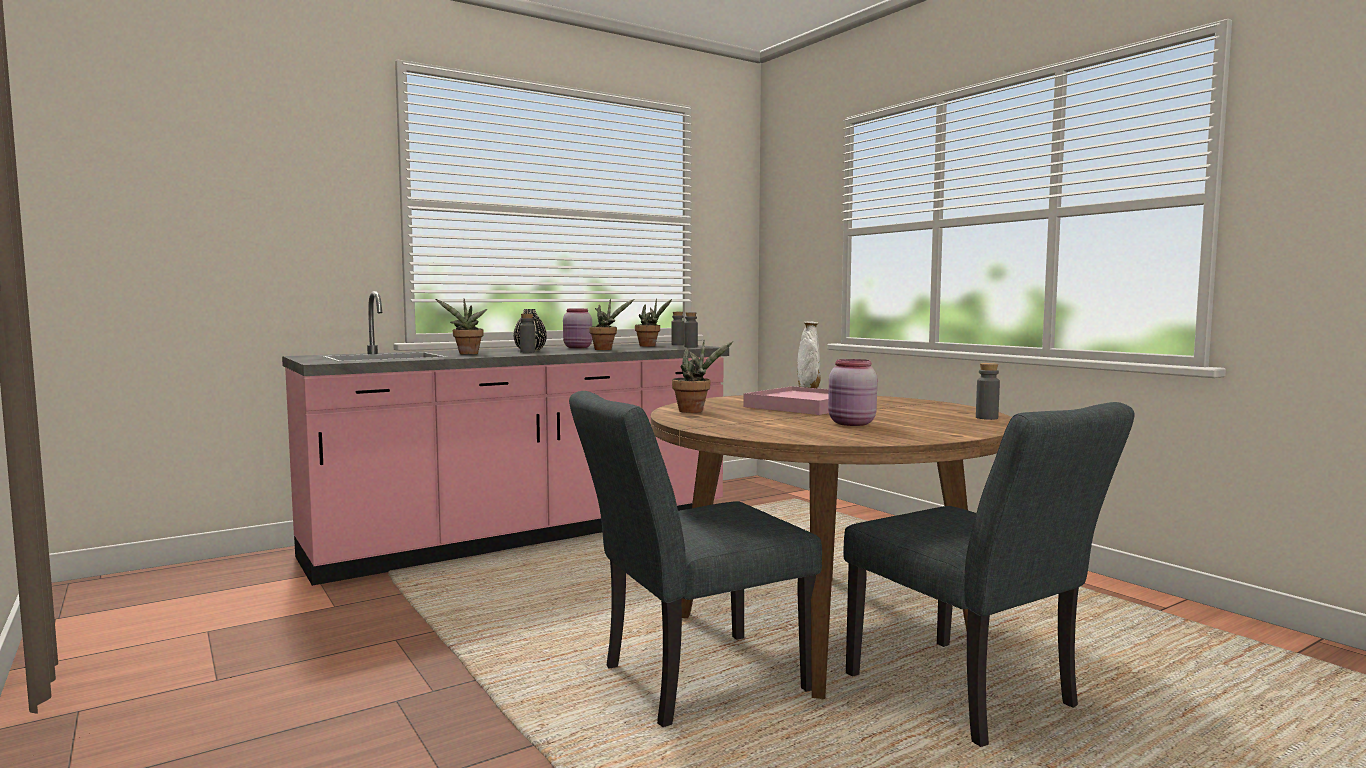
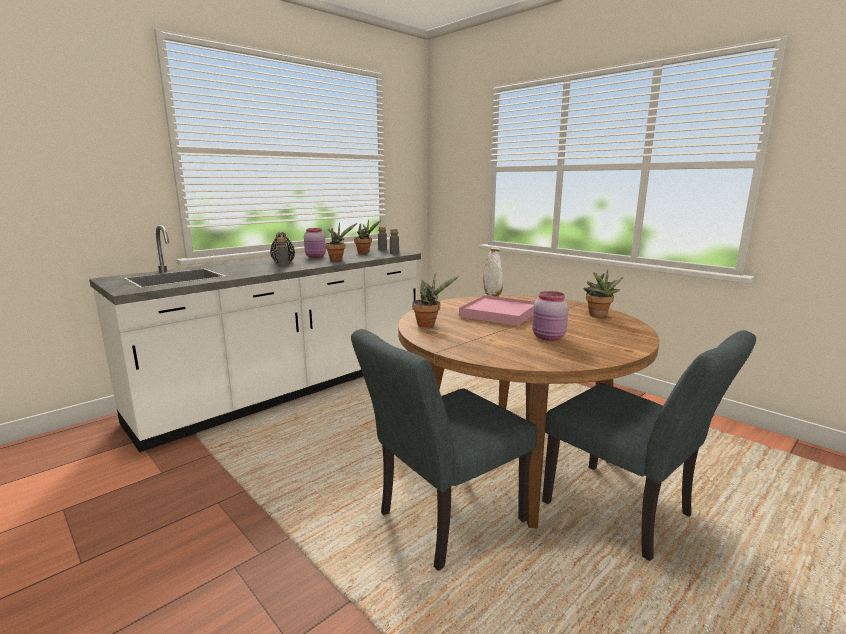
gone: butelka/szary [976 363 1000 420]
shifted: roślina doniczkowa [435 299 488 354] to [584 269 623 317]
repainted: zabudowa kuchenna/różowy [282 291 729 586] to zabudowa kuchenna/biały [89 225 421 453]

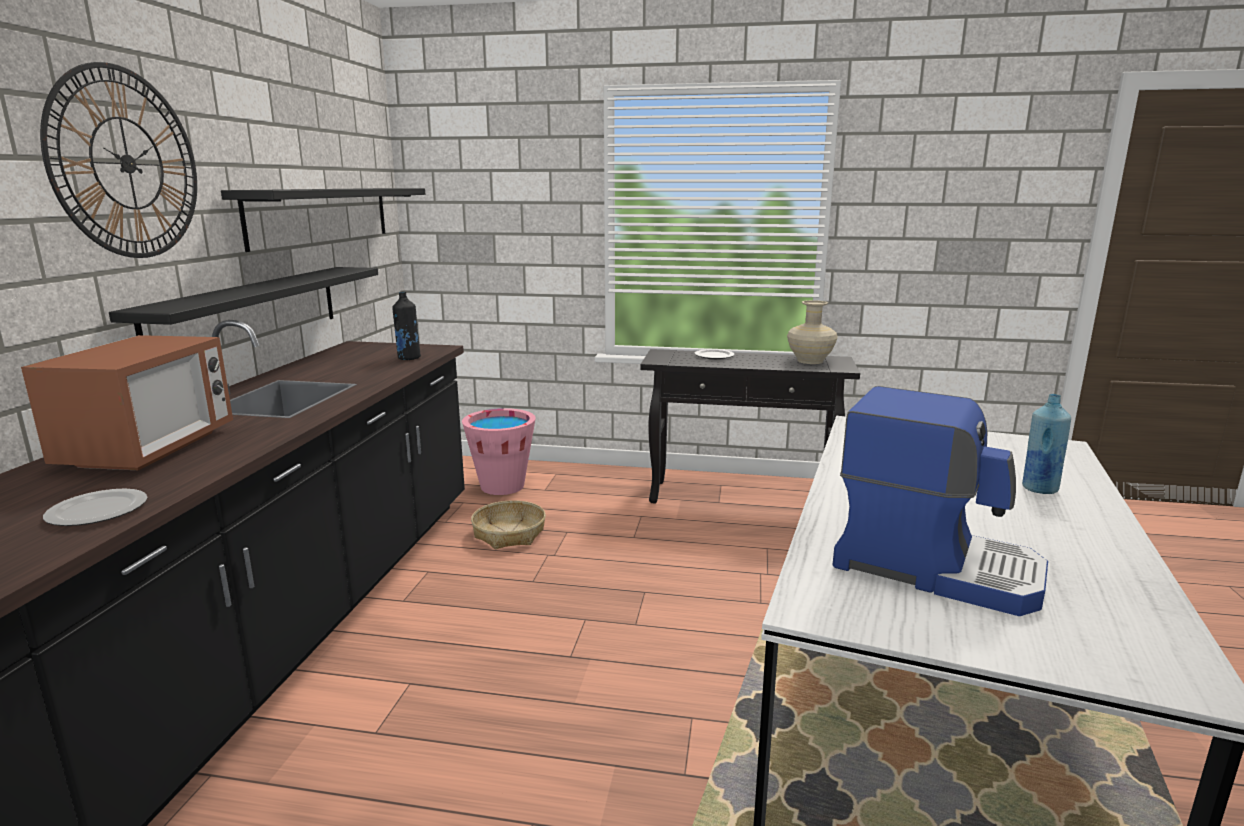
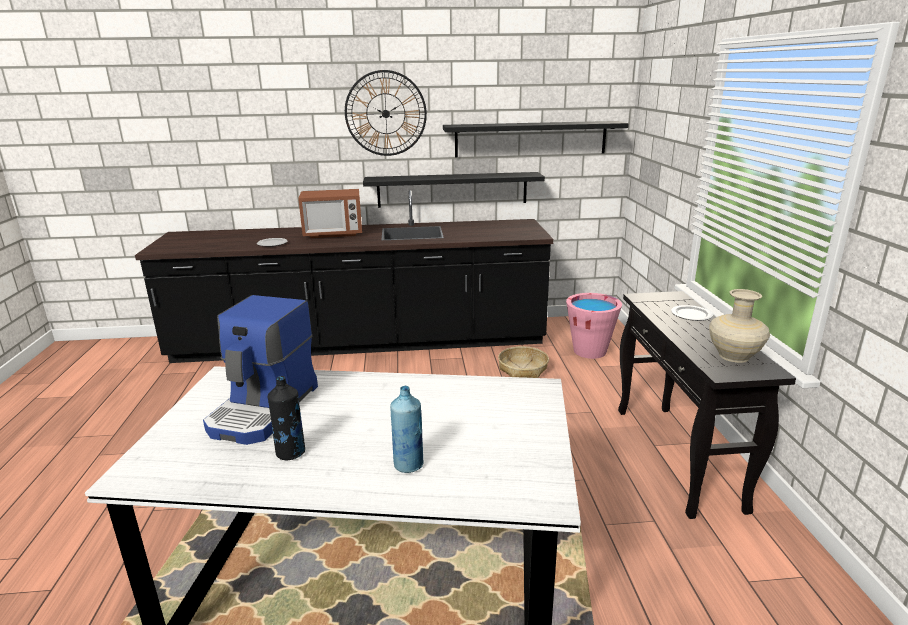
shifted: butelka/czarny [392 292 421 360] to [268 376 305 461]

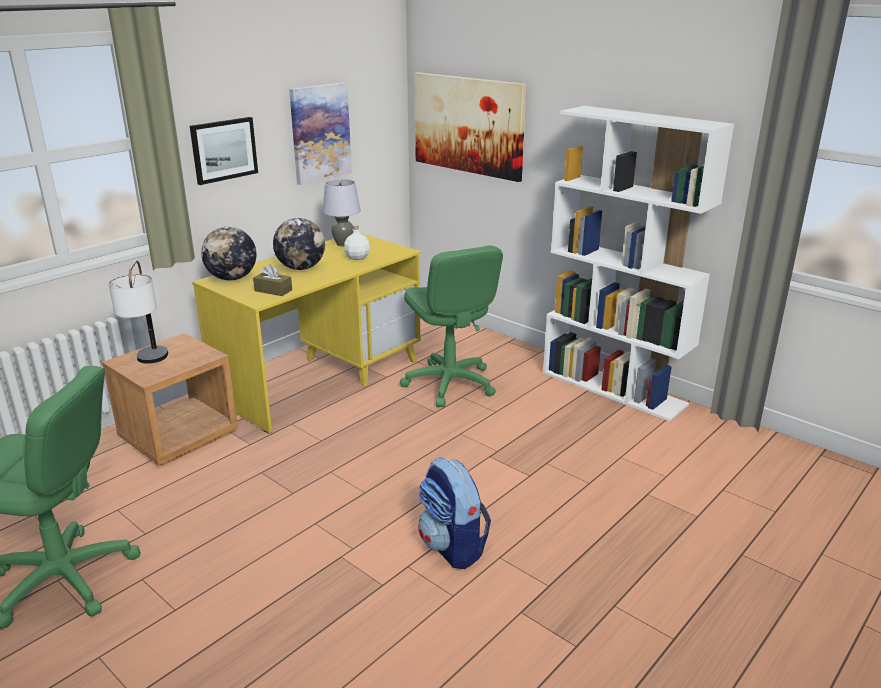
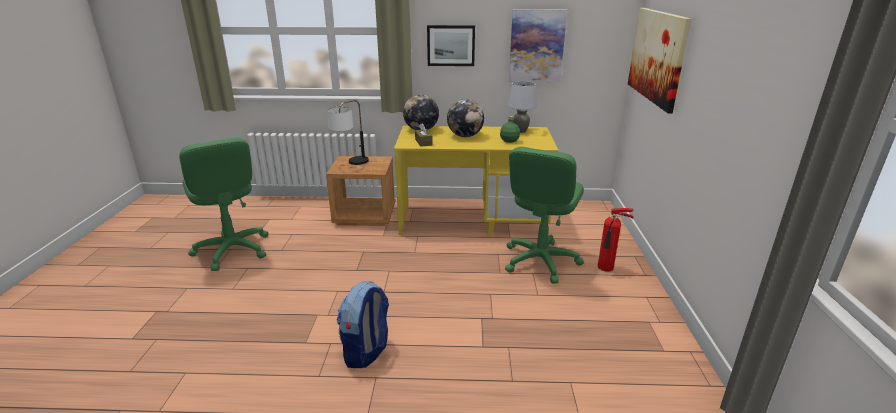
gone: regał/biały [543 106 734 421]
new: gaśnica [598 208 634 272]
repainted: butelka/biały [344 225 370 260] to butelka/zielony [500 116 520 143]

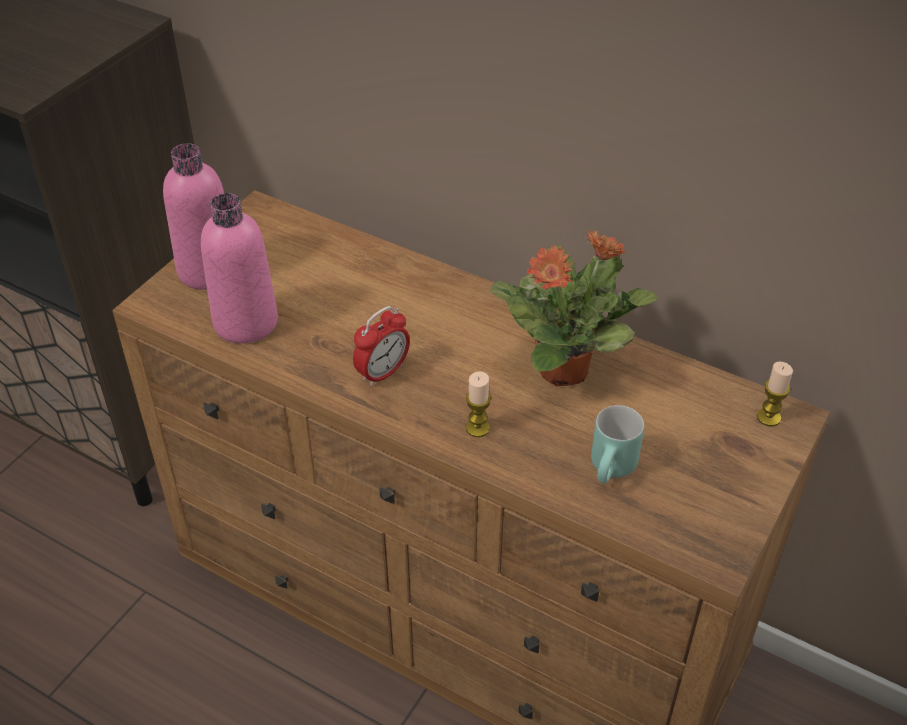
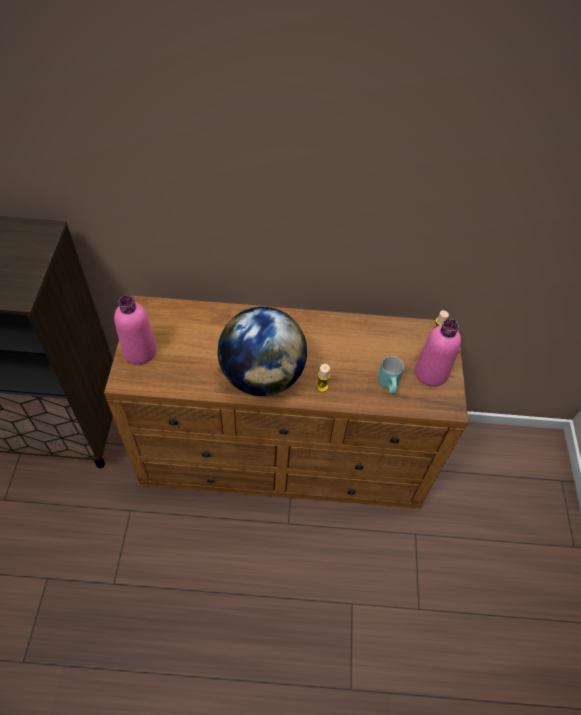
gone: roślina doniczkowa [490 230 657 386]
shifted: butelka/różowy [201 193 278 344] to [415 319 461 386]
swapped: budzik [353 306 410 387] to globus [217 307 307 396]

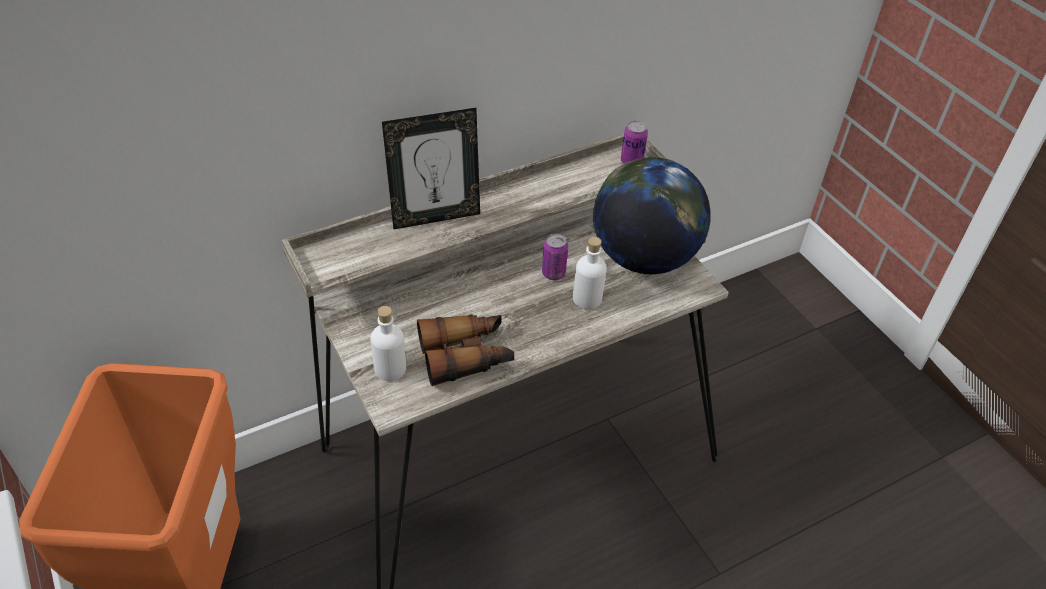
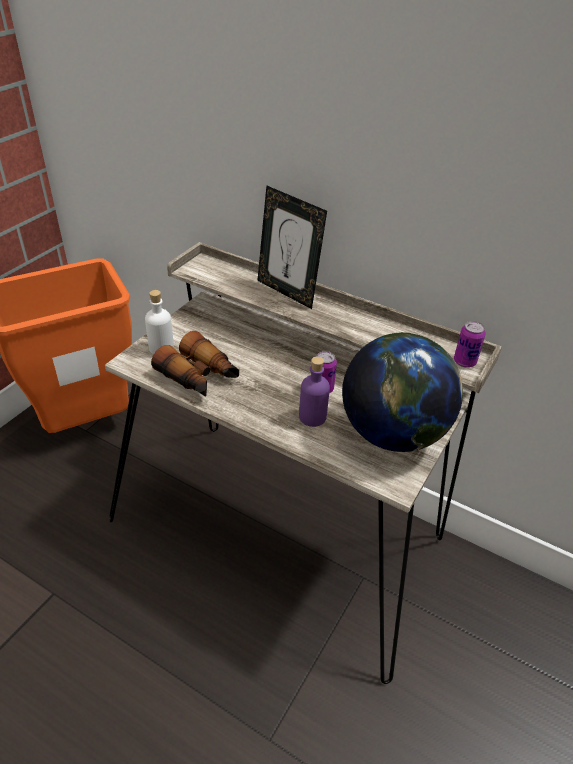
repainted: butelka/biały [573 237 607 309] to butelka/fioletowy [299 357 330 427]

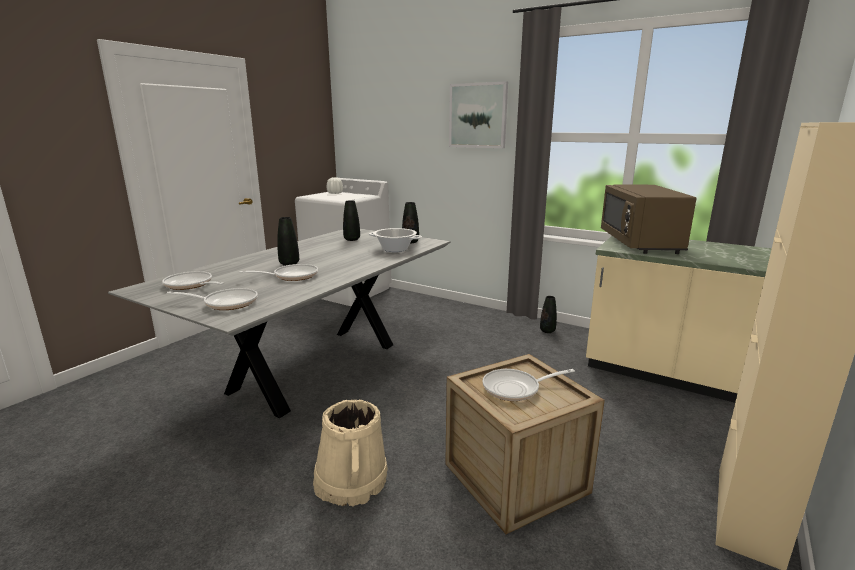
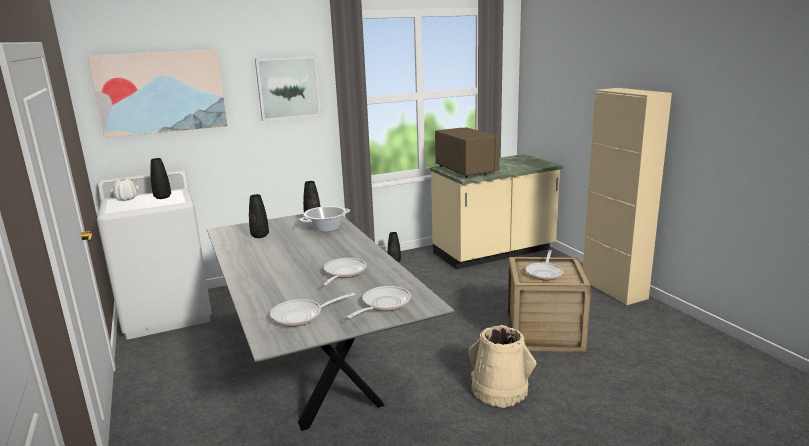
new: obraz [88 50 228 138]
shifted: wazon/czarny [277 217 299 266] to [150 158 171 199]
rotated: mikrofalówka/brązowy [601 184 697 254] = [435 127 500 178] 150 degrees counterclockwise

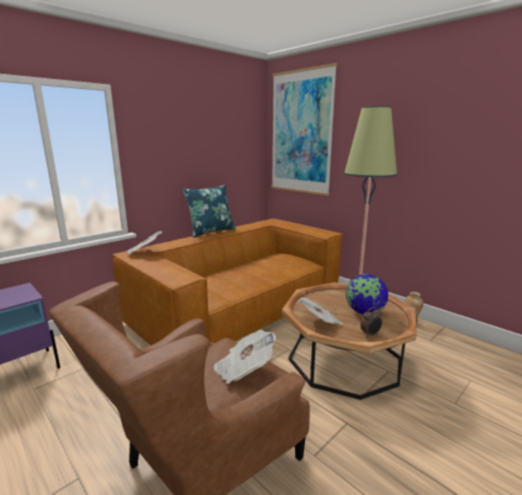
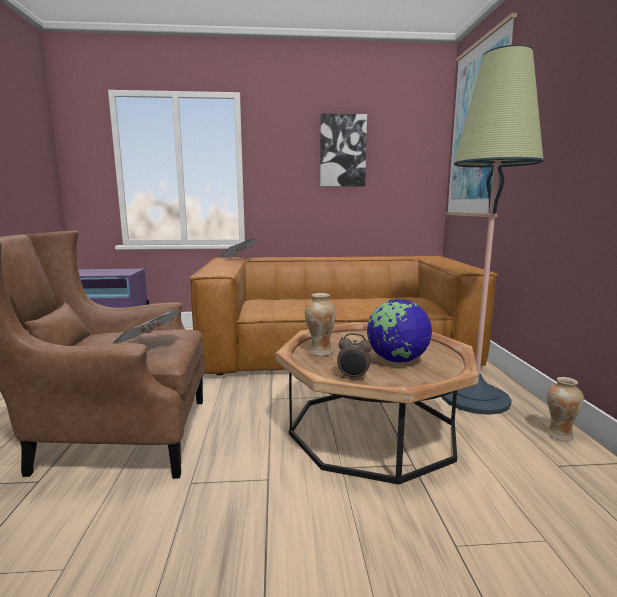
gone: poduszka/niebieski [182 185 236 237]
new: obraz [320 113 367 186]
swapped: gazeta [297 298 344 324] to wazon [305 293 336 356]

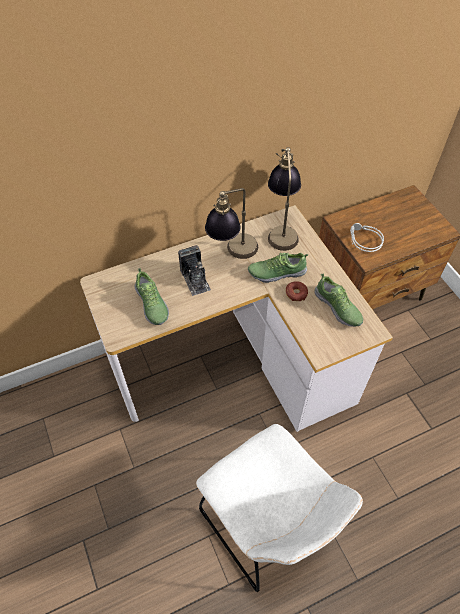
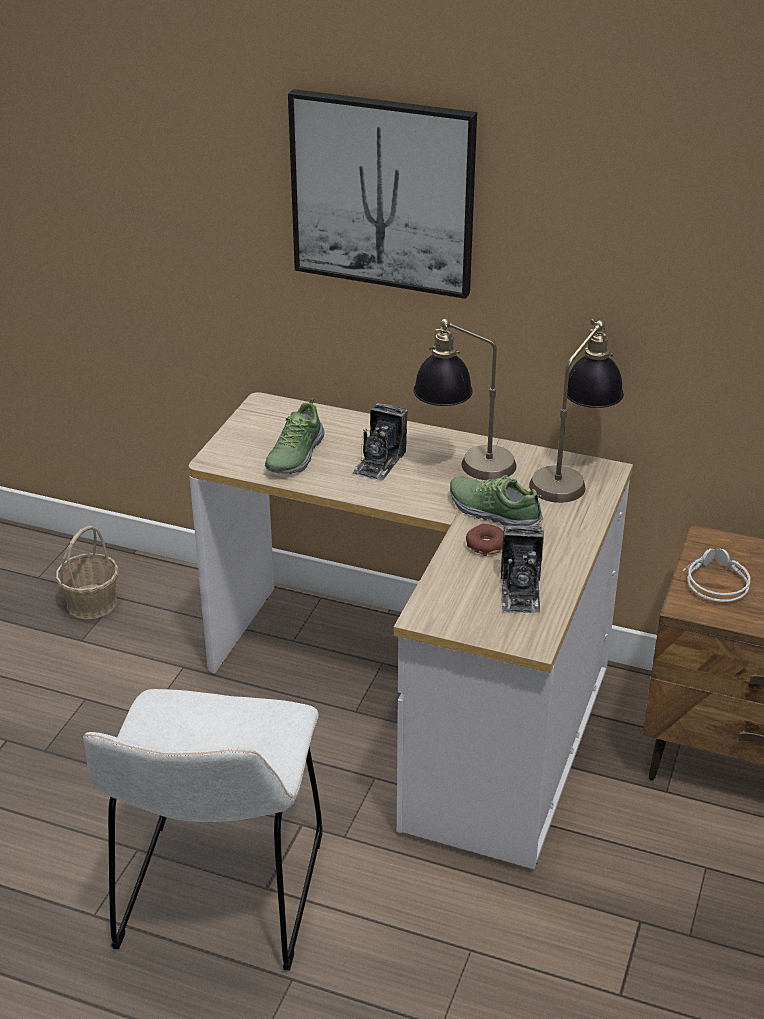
new: koszyk [56 526 119 619]; obraz [288 89 477 299]
swapped: but [314 274 363 327] to aparat fotograficzny [501 525 544 613]

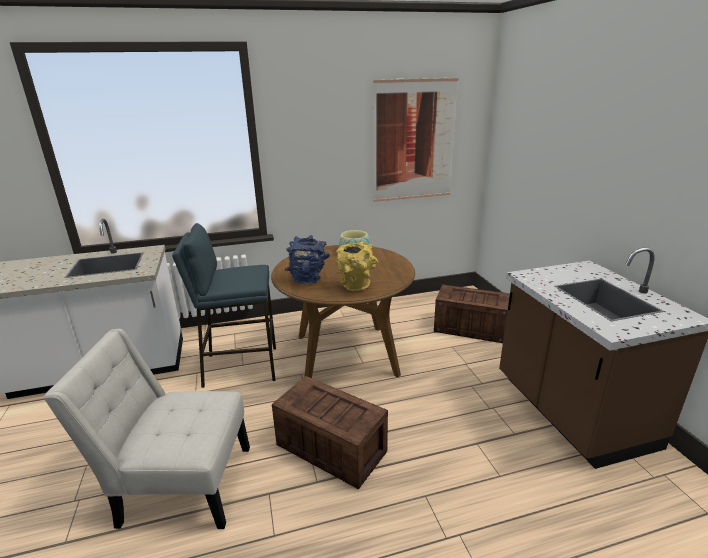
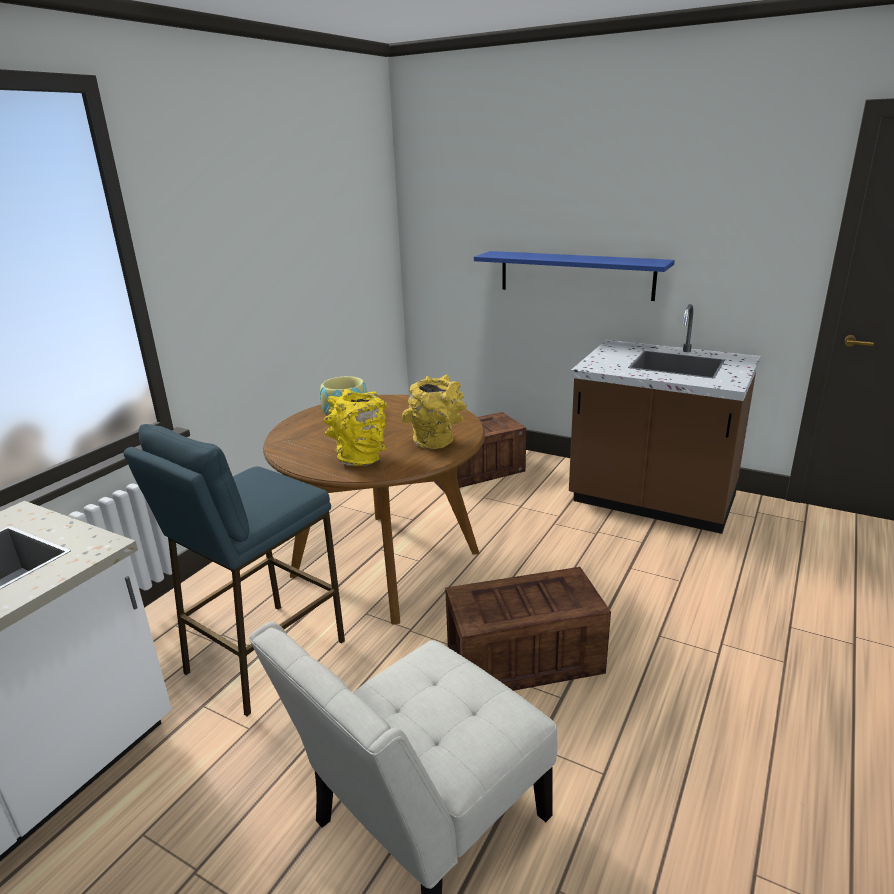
gone: obraz [373 78 458 202]
new: półka/niebieski [474 251 675 301]
repainted: wazon/niebieski [285 235 330 284] to wazon/żółty [324 389 387 466]

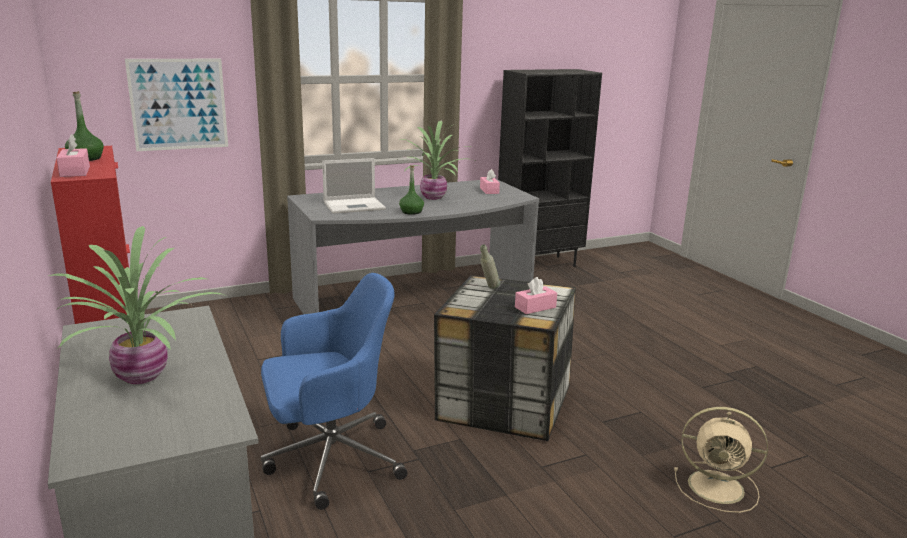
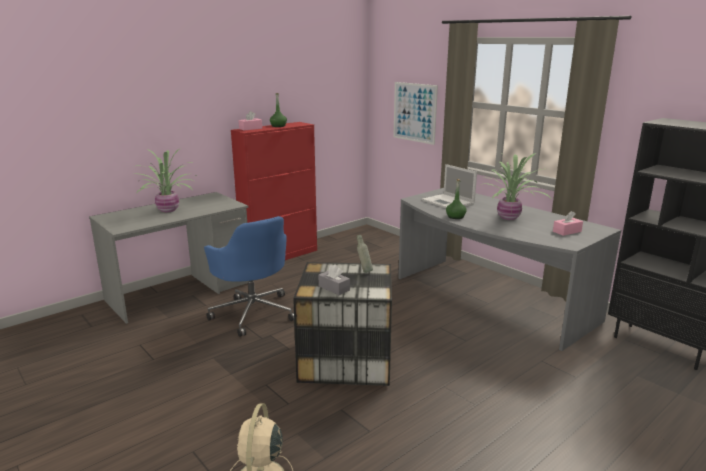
repainted: pudełko chusteczek/różowy [515 277 557 314] to pudełko chusteczek/szary [318 264 350 295]

